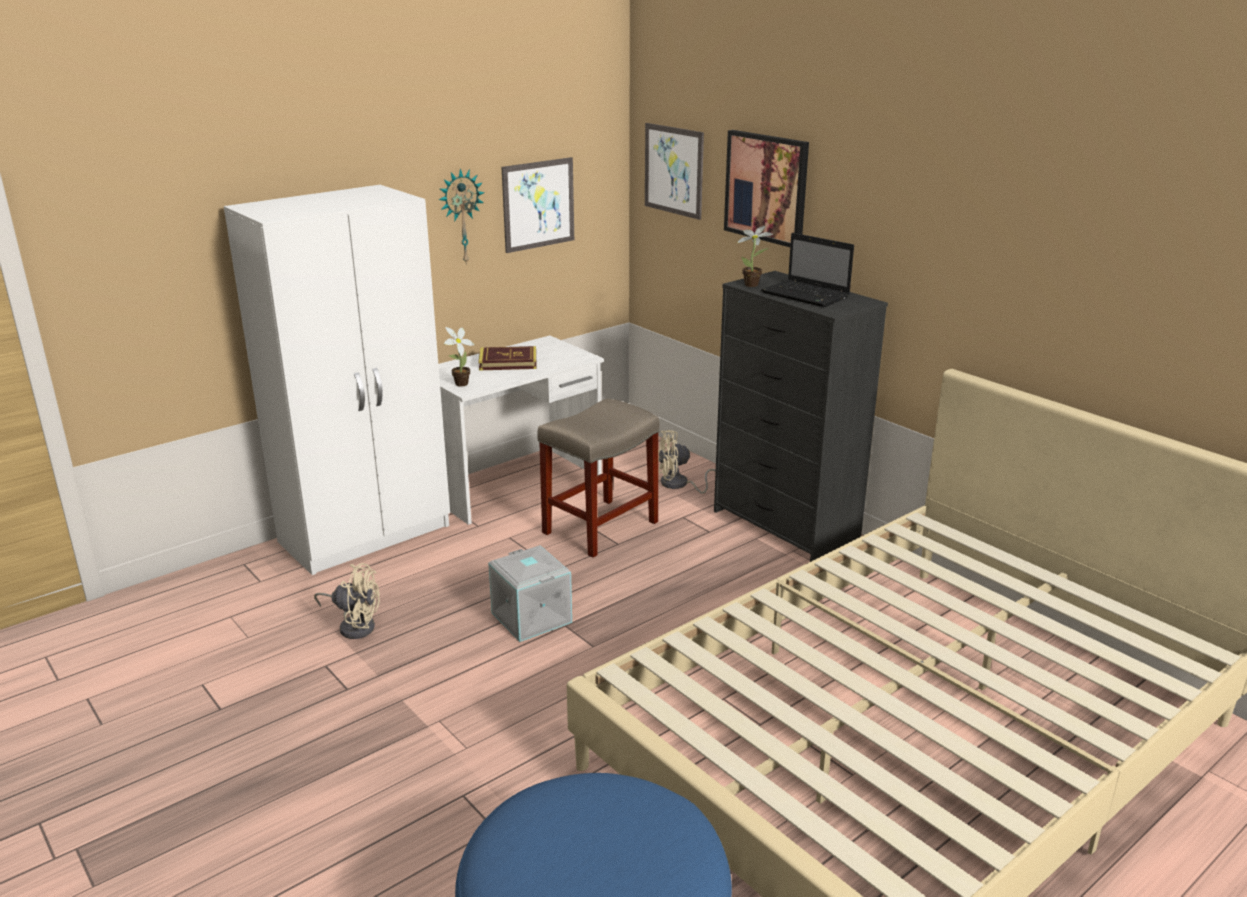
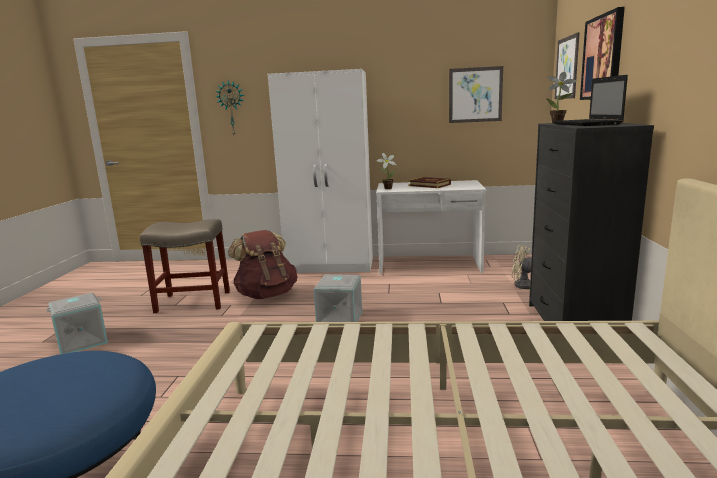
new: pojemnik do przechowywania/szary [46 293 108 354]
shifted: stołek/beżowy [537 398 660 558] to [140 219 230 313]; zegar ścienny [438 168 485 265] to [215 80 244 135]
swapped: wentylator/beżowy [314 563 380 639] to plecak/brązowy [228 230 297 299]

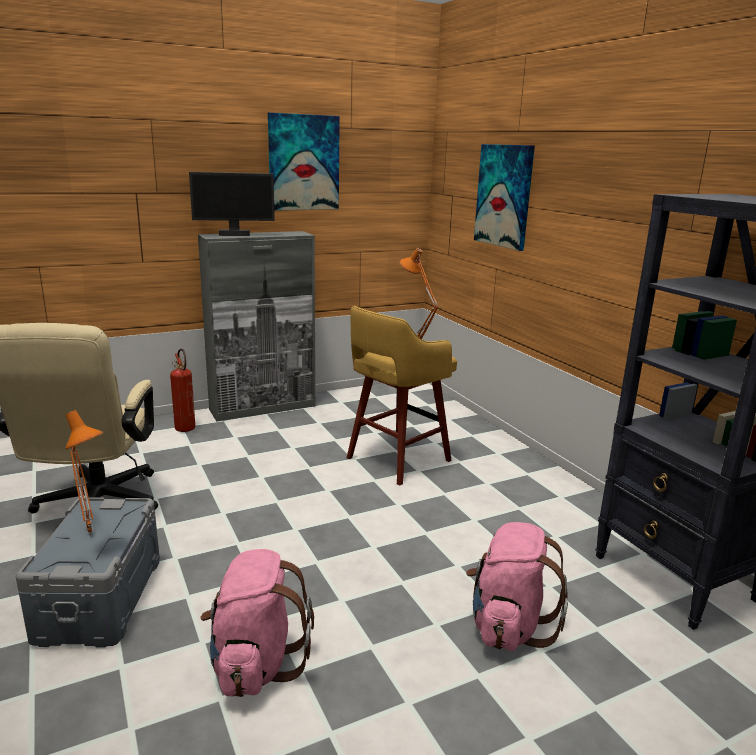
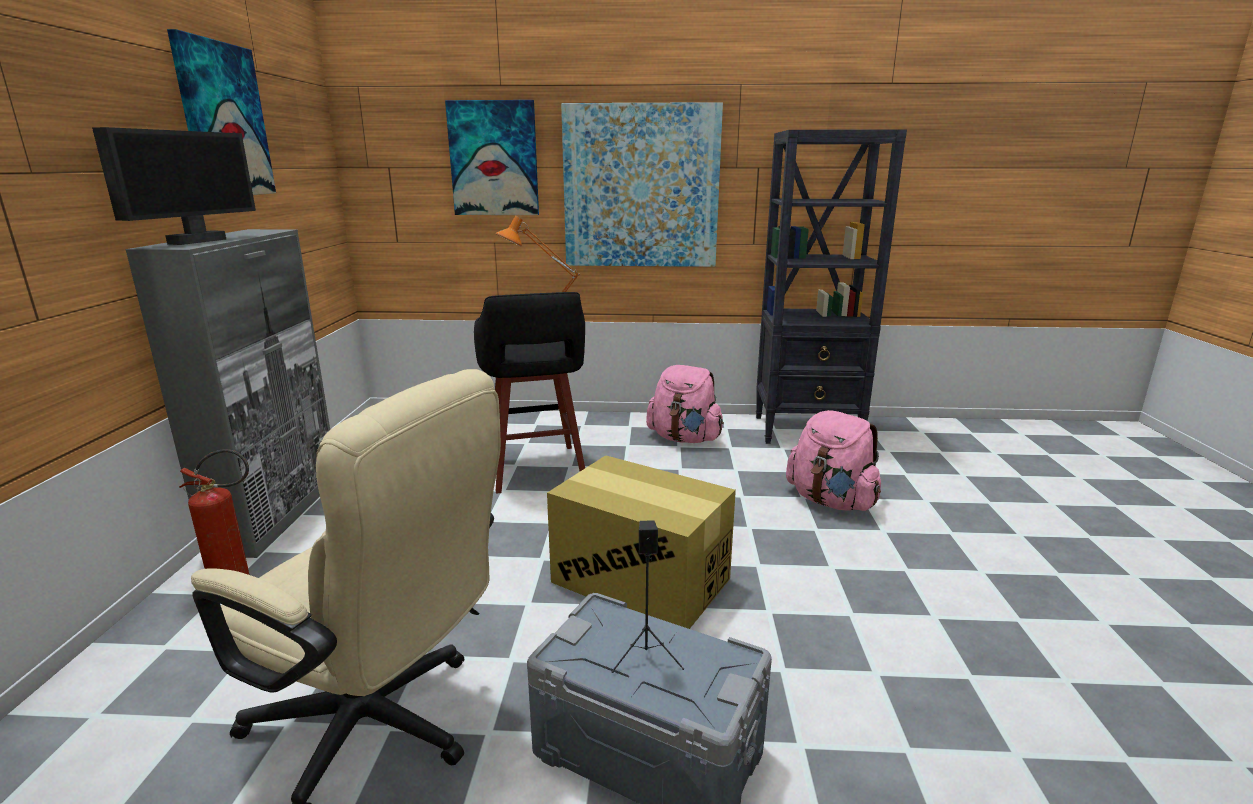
new: karton [547 455 736 629]; obraz [561 102 723 267]
shifted: plecak/różowy [201 549 314 697] to [646 365 724 443]
swapped: lampa stołowa/pomarańczowy [65 410 103 535] to głośnik/czarny [611 520 684 673]
repainted: stołek/żółty [347 306 457 485] to stołek/czarny [474 292 585 494]

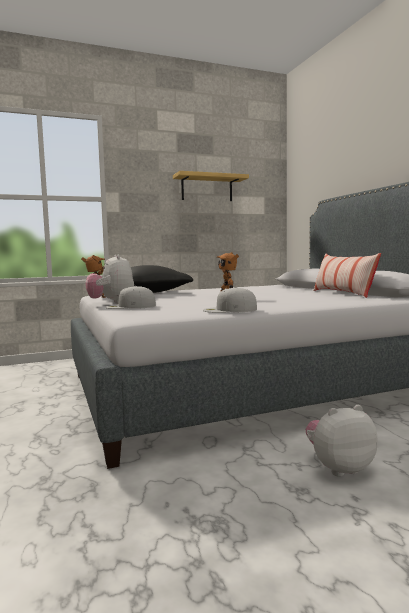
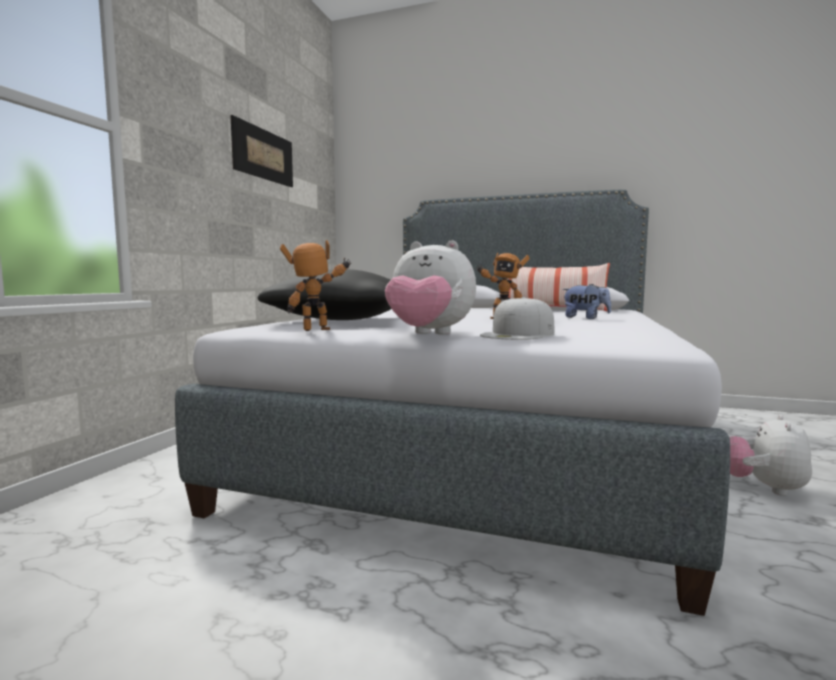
gone: czapka z daszkiem/biały [203 287 257 313]
new: pluszak [562 284 611 319]
swapped: półka [173 171 249 201] to obraz [231 115 293 187]

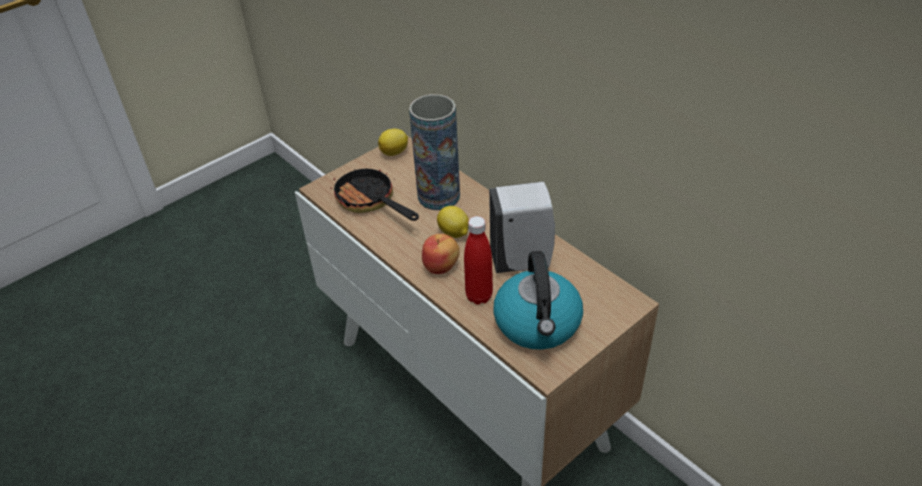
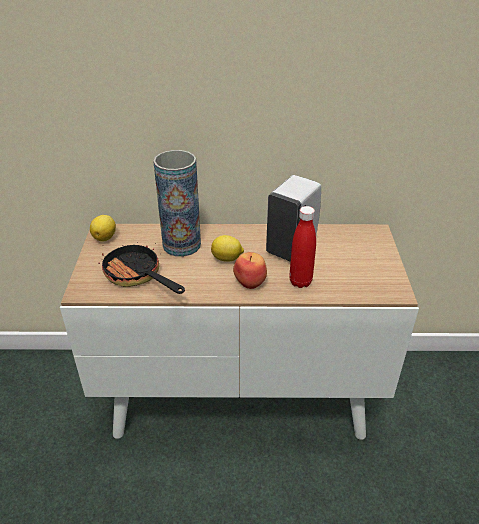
gone: czajnik [493 251 583 350]
rotated: patelnia [330 169 419 221] = [99 242 185 294] 45 degrees clockwise

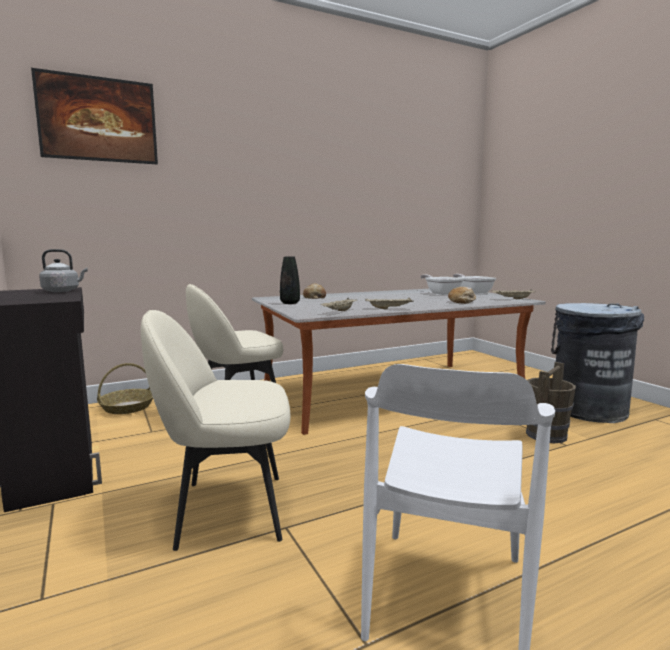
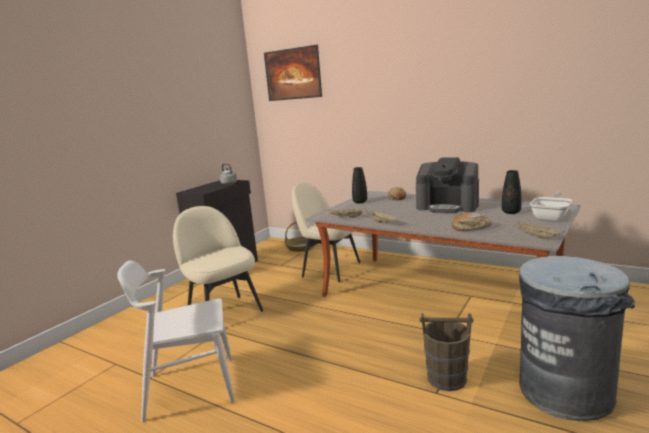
new: ekspres do kawy [416 157 479 213]
swapped: patelnia [420 275 464 295] to wazon/czarny [502 170 522 214]

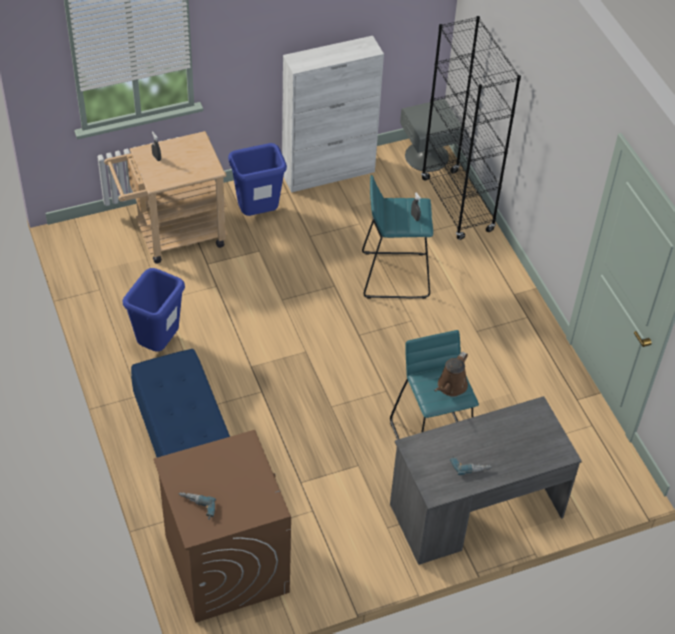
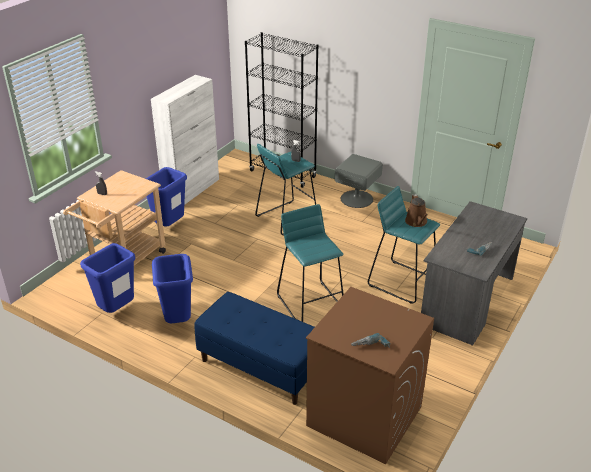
new: kosz na śmieci/niebieski [80 243 135 313]; stołek/turkusowy [277 204 344 322]
shifted: szafka nocna/szary [400 99 462 172] to [335 154 383 208]

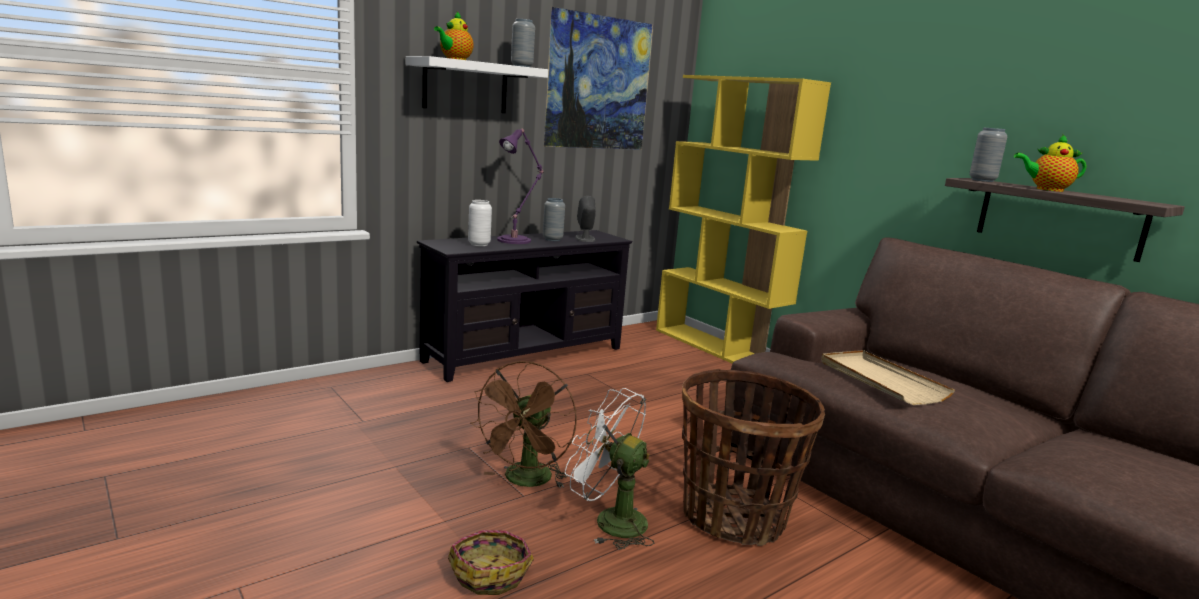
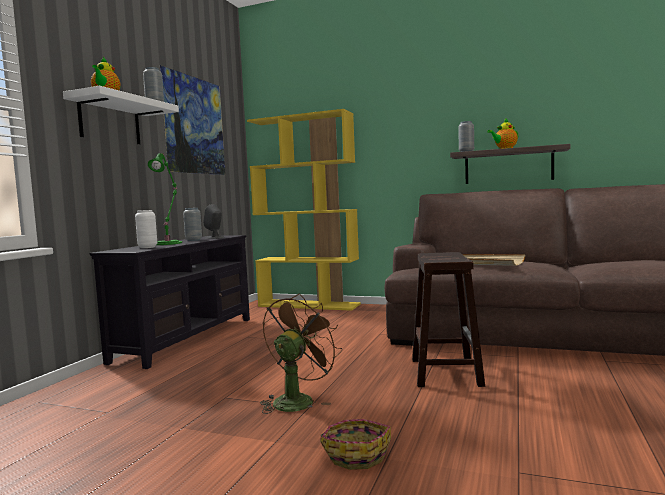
gone: wentylator/biały [565 388 654 549]
swapped: koszyk [682 369 825 546] to stołek/brązowy [412 252 485 387]
repainted: lampa stołowa/fioletowy [497 129 544 244] to lampa stołowa/zielony [148 153 182 245]
rotated: wentylator/brązowy [471 361 577 488] = [260 294 342 414] 135 degrees counterclockwise

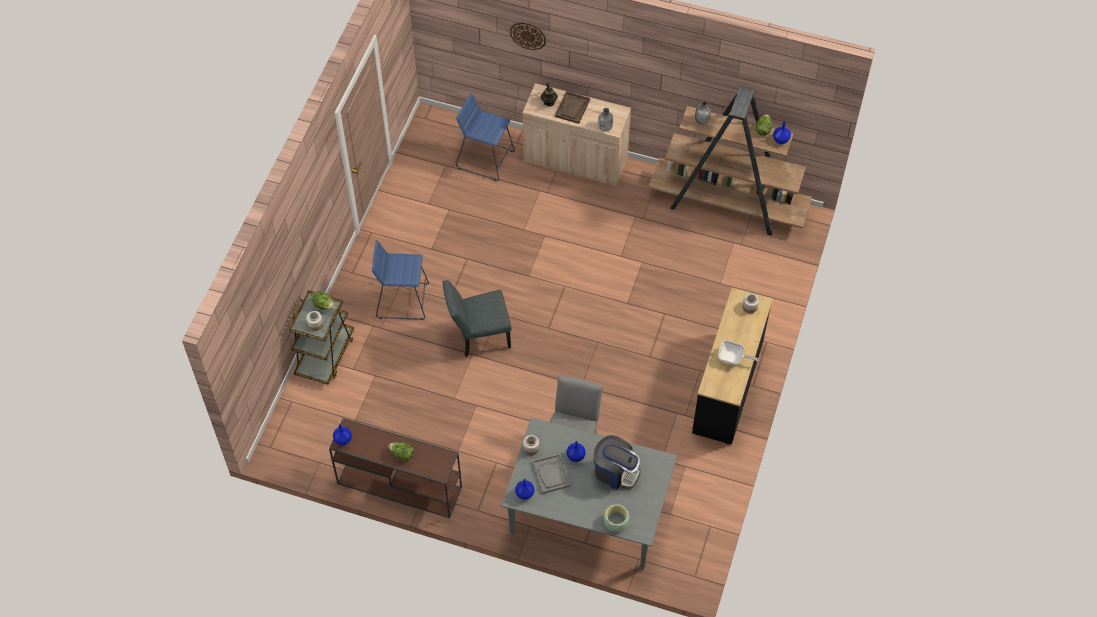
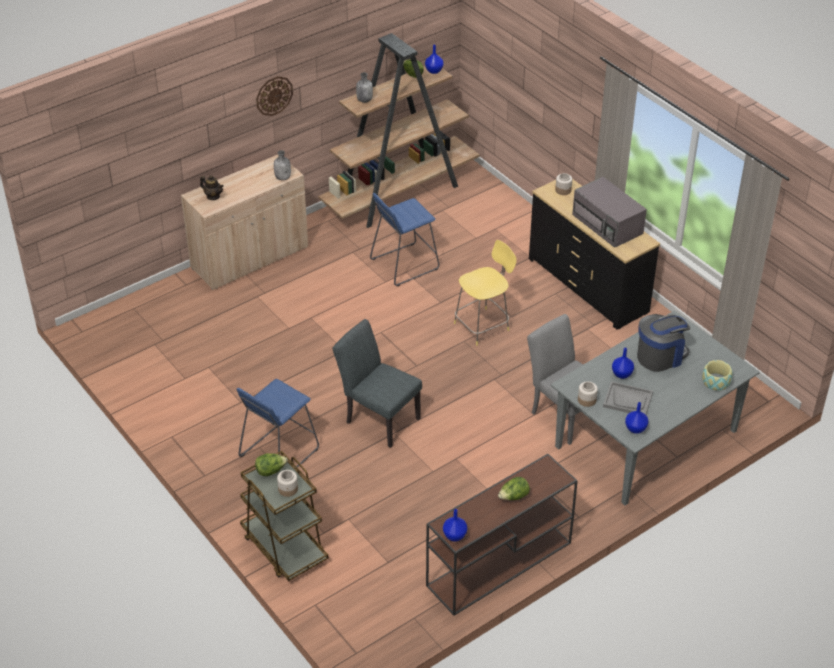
gone: taca/brązowy [555 91 590 124]
new: stołek/żółty [454 240 517 346]
shifted: zegar ścienny [510 22 546 50] to [256 76 293 116]; stołek/niebieski [456 93 515 181] to [370 193 440 286]
swapped: patelnia [718 340 759 365] to mikrofalówka/szary [572 177 647 248]
rotated: krzesło/szary [443 280 511 357] = [333 319 422 448] 105 degrees clockwise

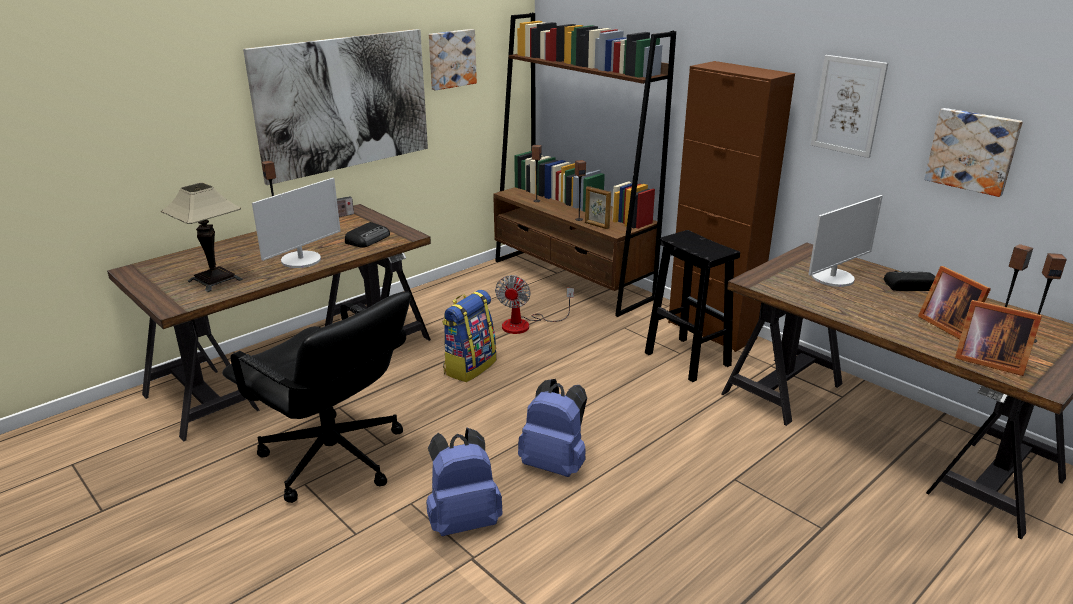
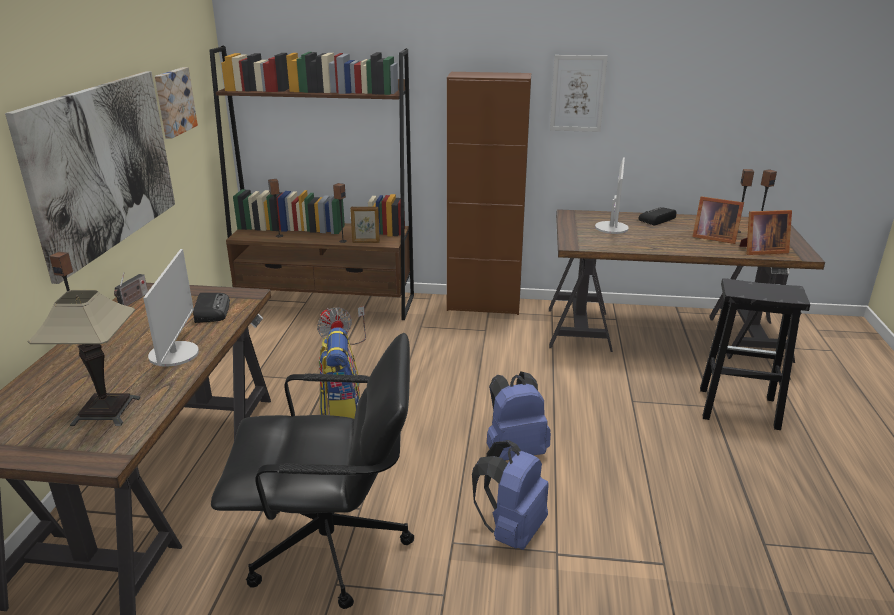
gone: obraz [924 108 1023 197]
shifted: stołek/czarny [645 230 740 382] to [700 278 810 430]

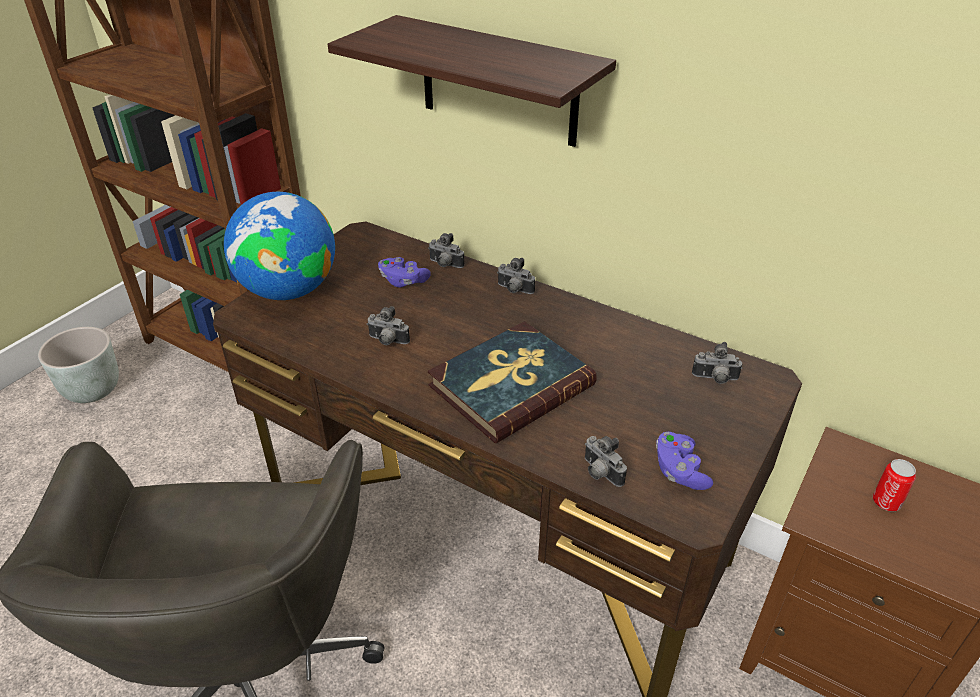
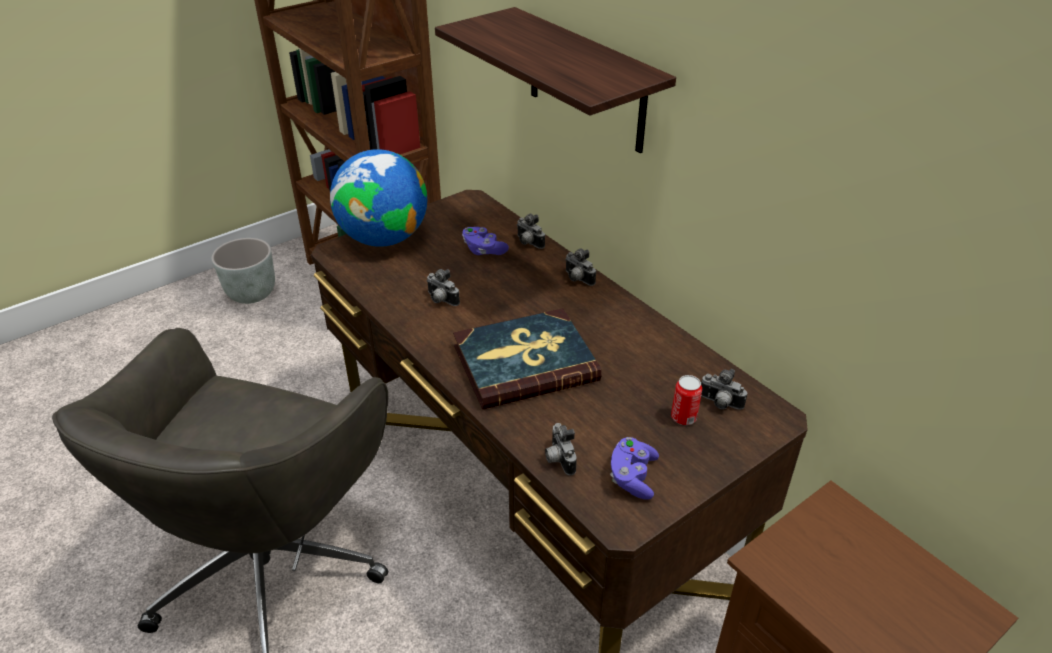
shifted: puszka [873 459 916 511] to [671 375 702 425]

